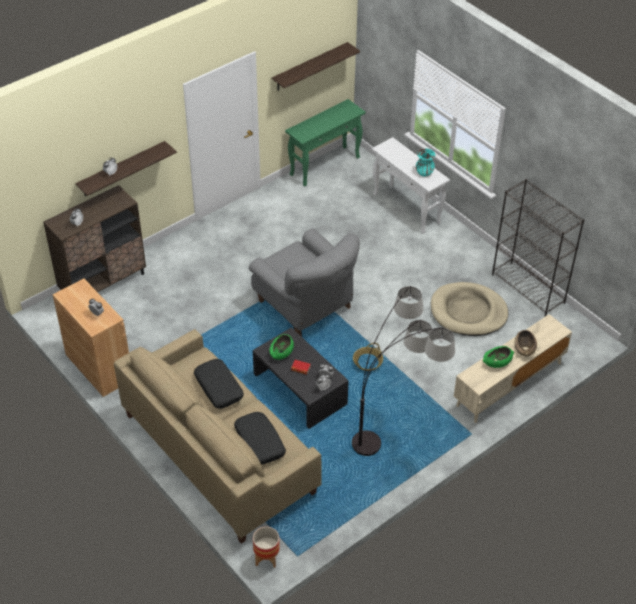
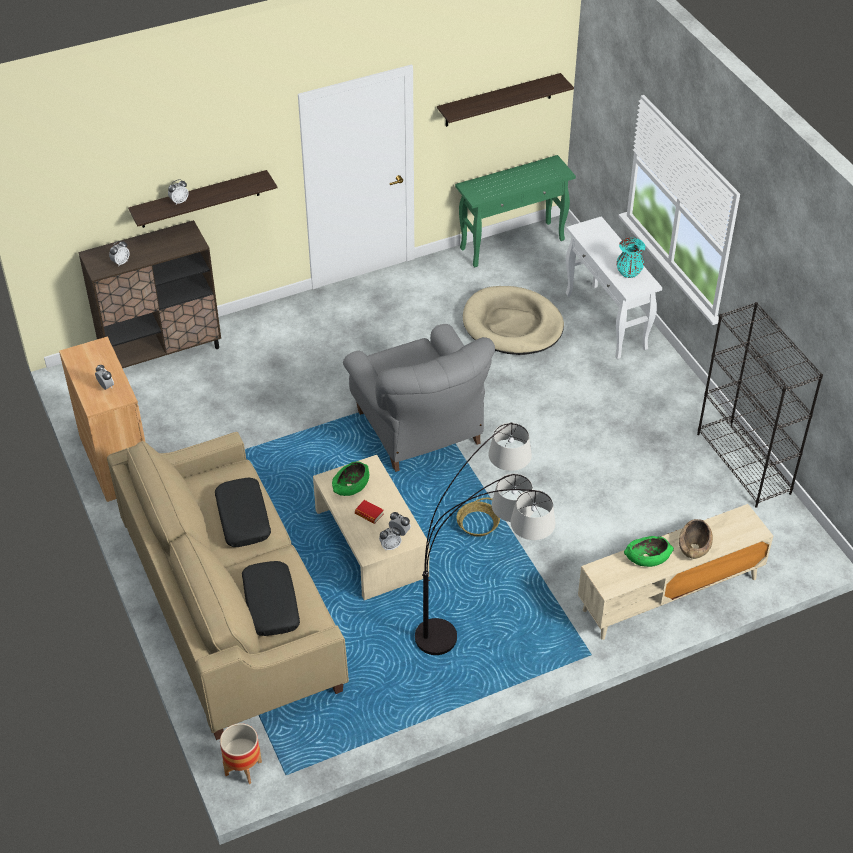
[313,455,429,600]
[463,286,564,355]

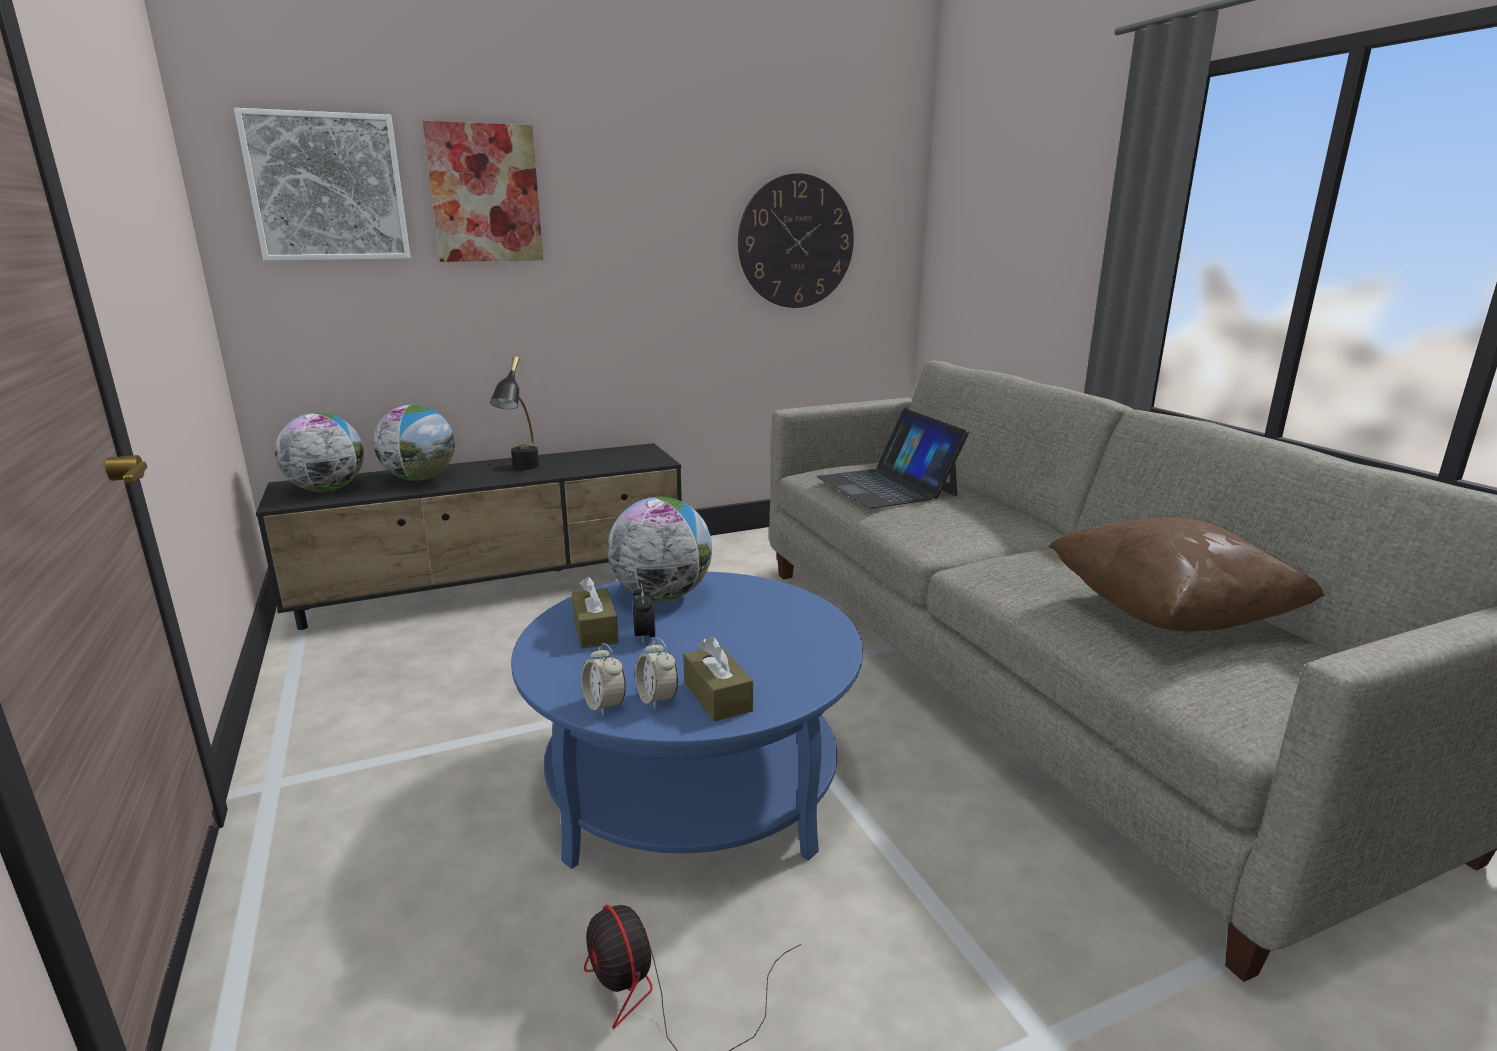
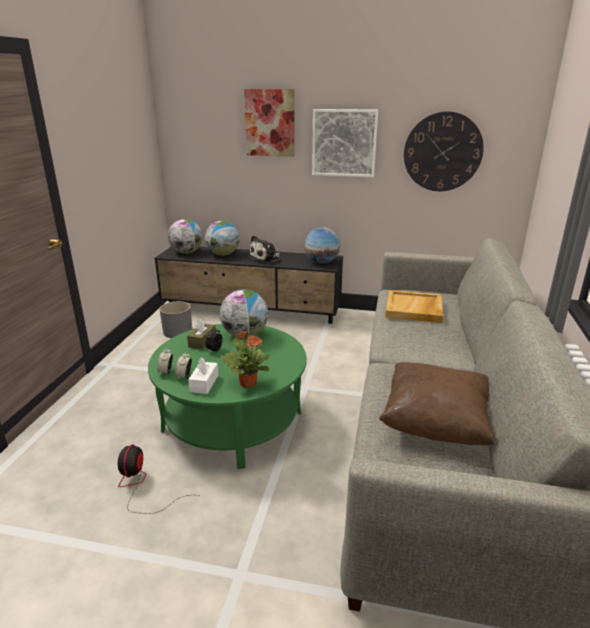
[312,109,378,177]
[248,235,280,263]
[148,324,307,469]
[188,358,218,394]
[385,290,443,323]
[160,301,192,338]
[221,331,272,388]
[304,227,340,264]

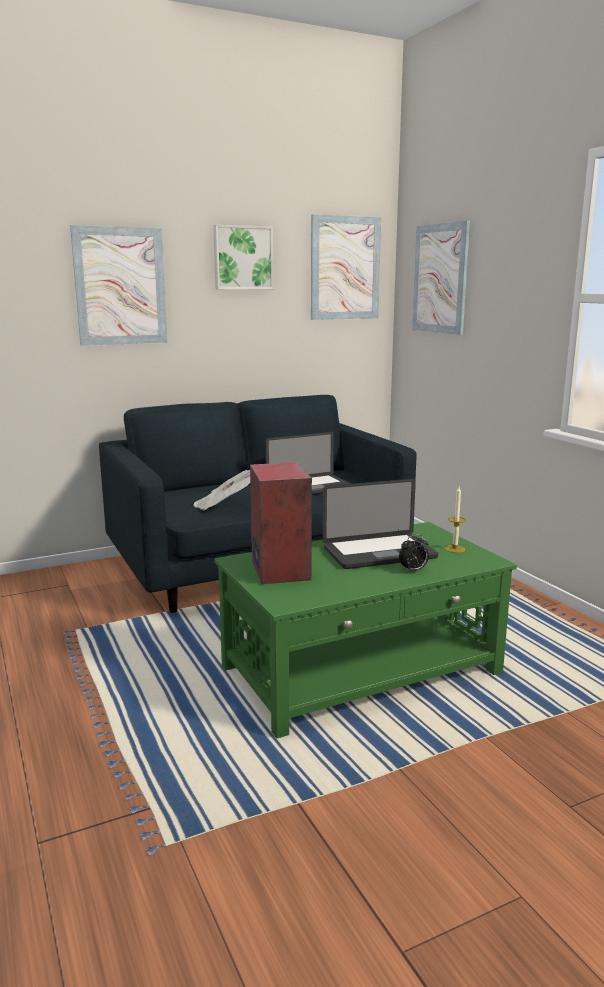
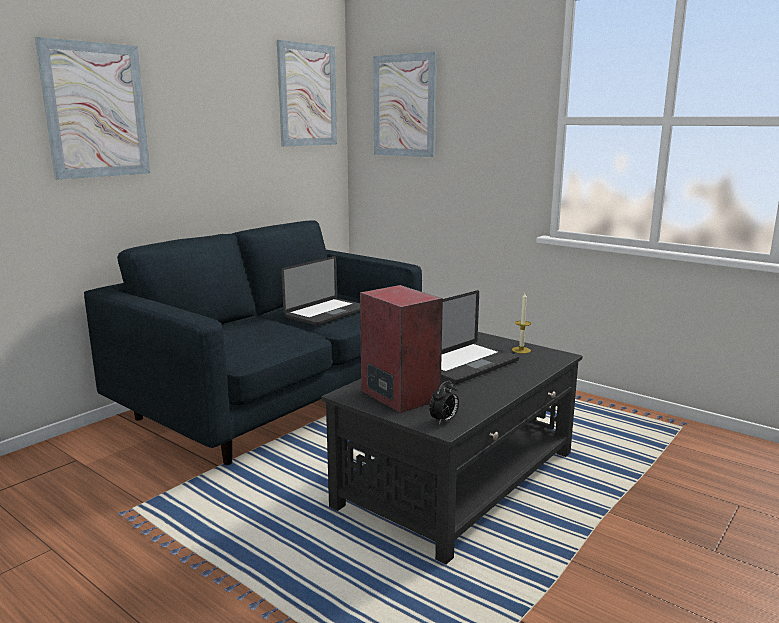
[193,470,250,510] (first image)
[213,225,274,289] (first image)
[321,332,582,565]
[429,381,459,424]

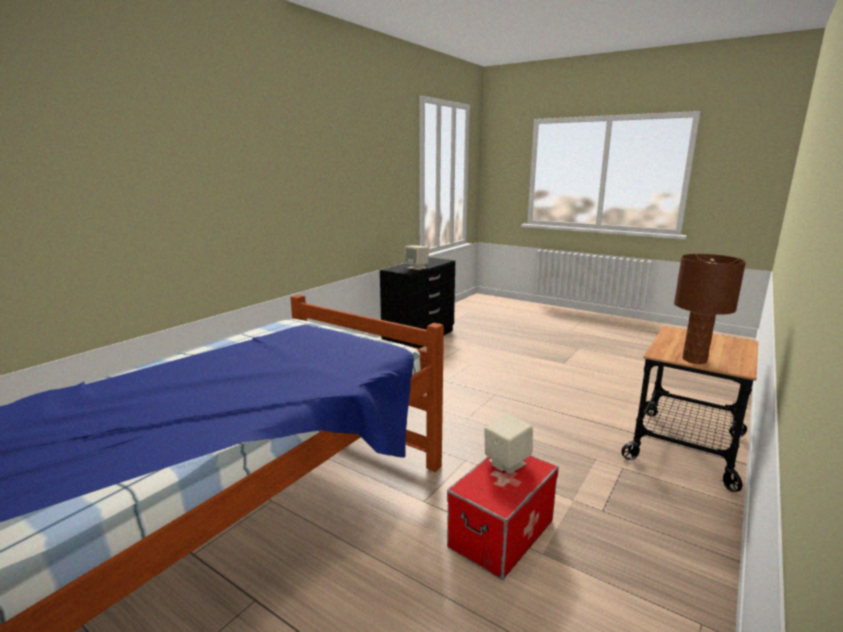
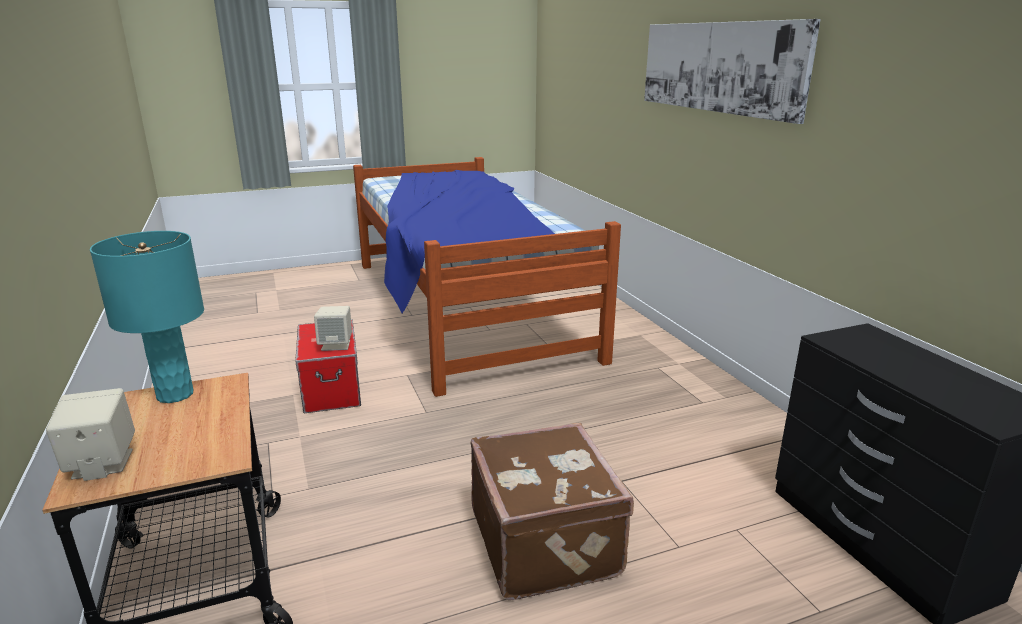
[46,388,135,481]
[90,231,204,403]
[471,423,634,600]
[644,19,821,124]

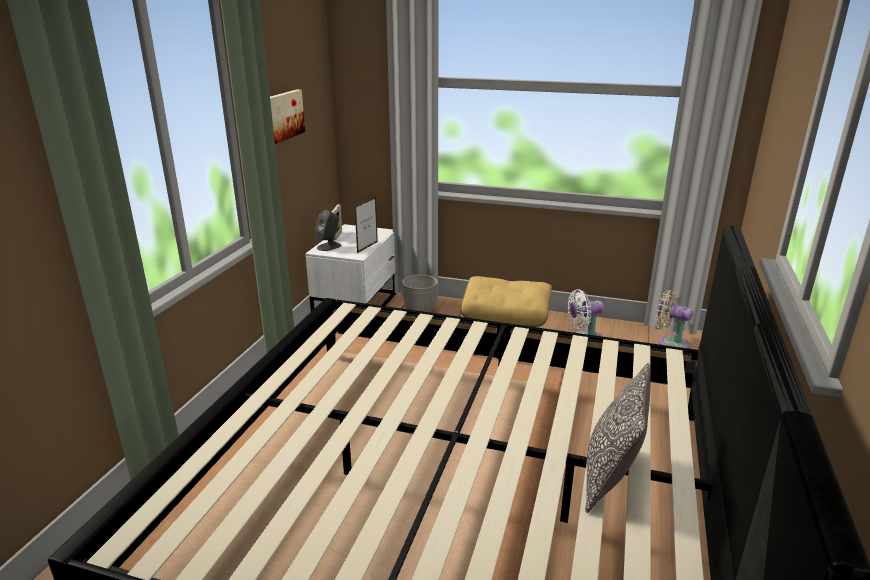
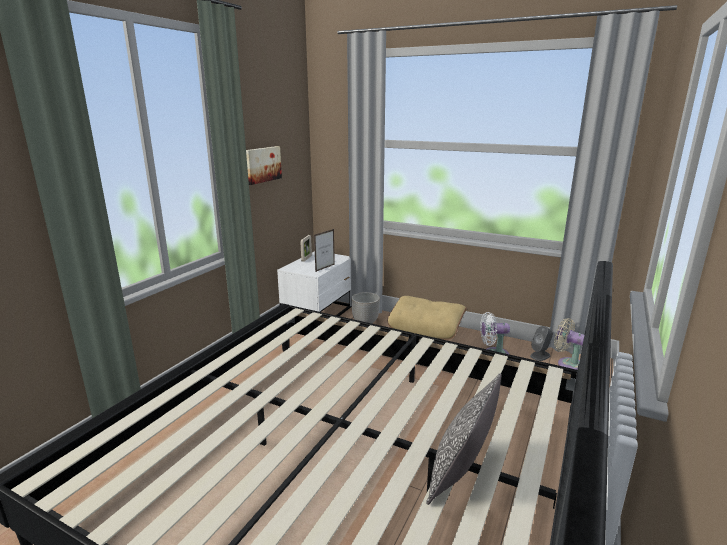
[530,326,553,361]

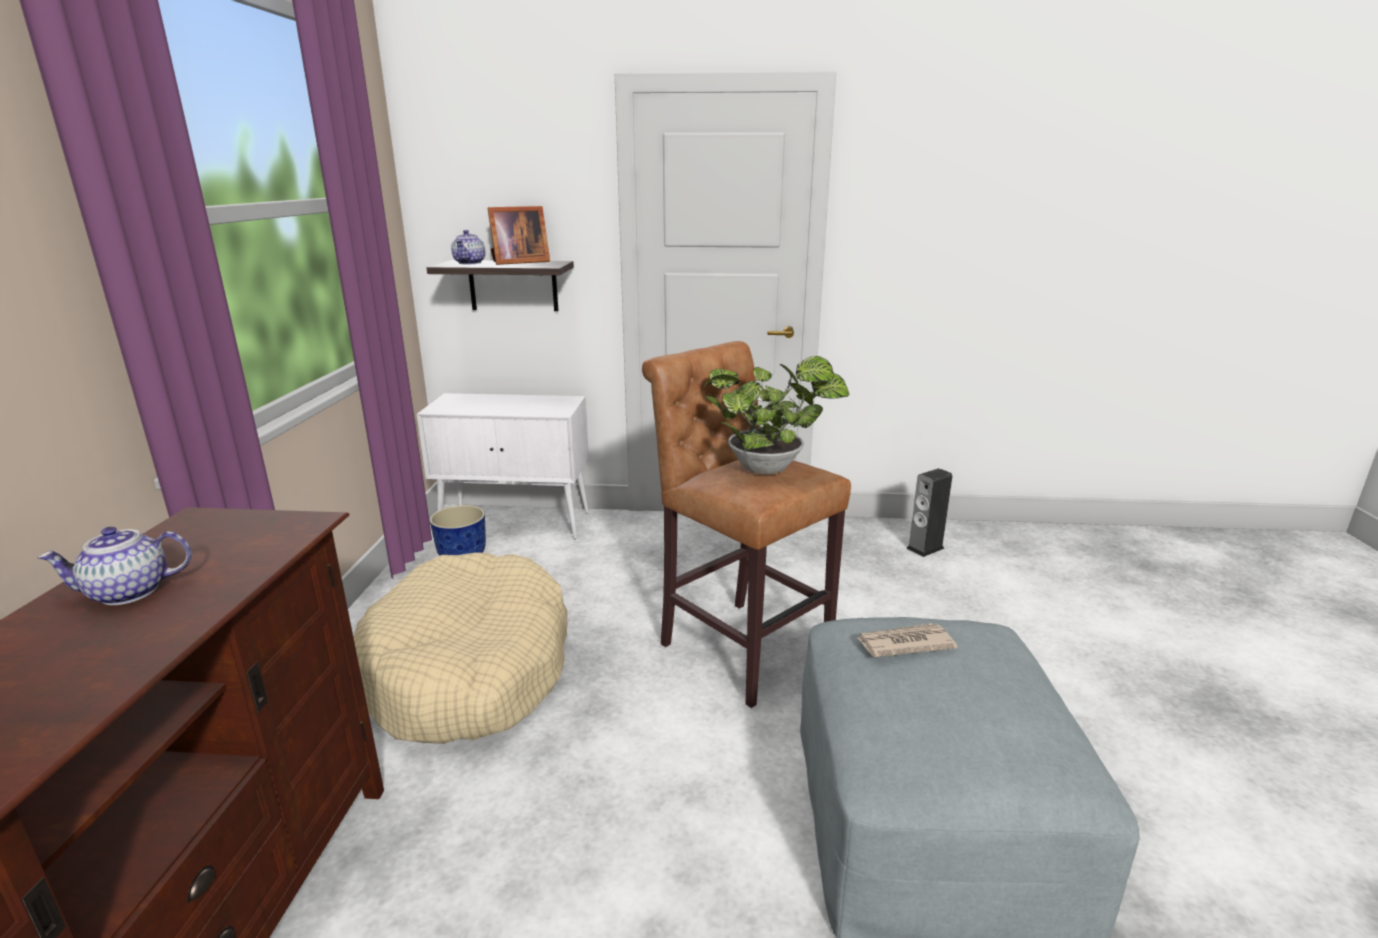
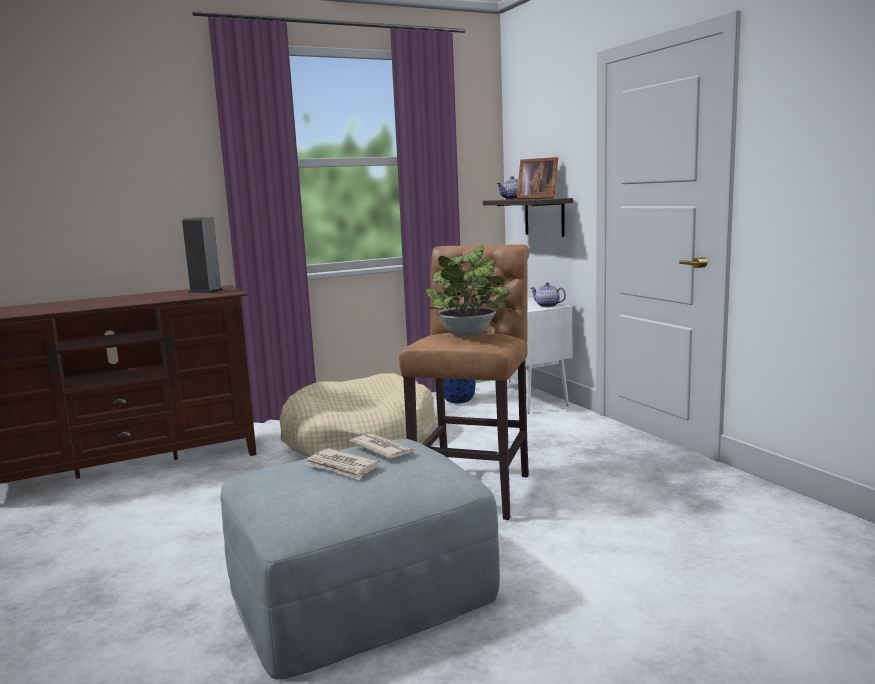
[530,282,566,307]
[182,217,224,294]
[305,448,380,480]

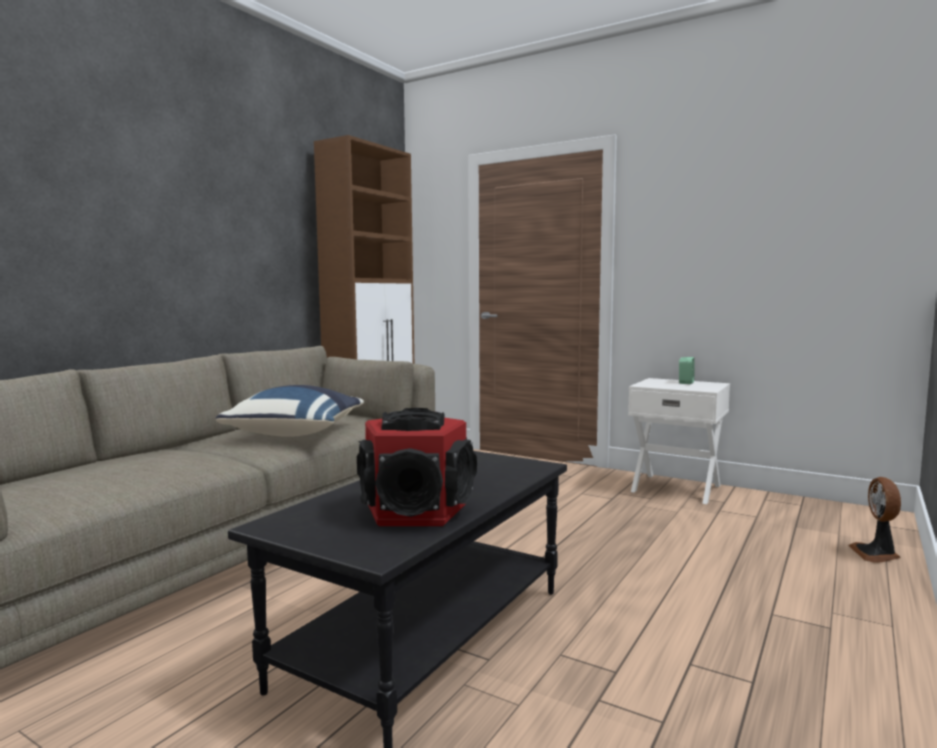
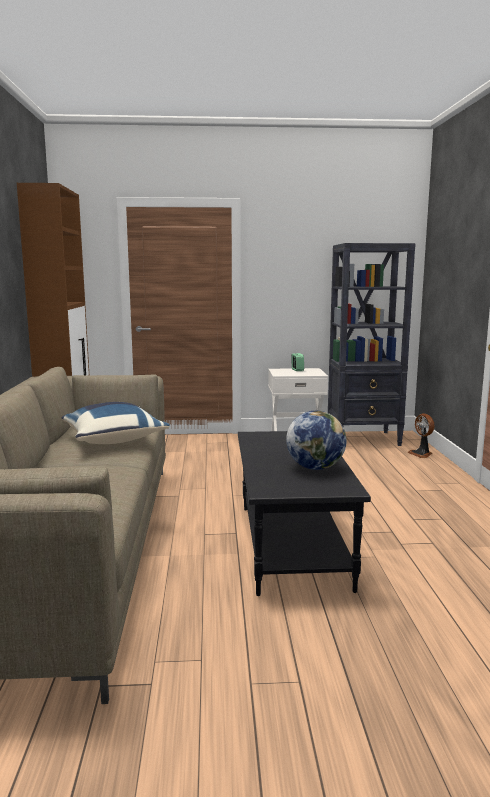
[286,411,347,470]
[328,243,416,446]

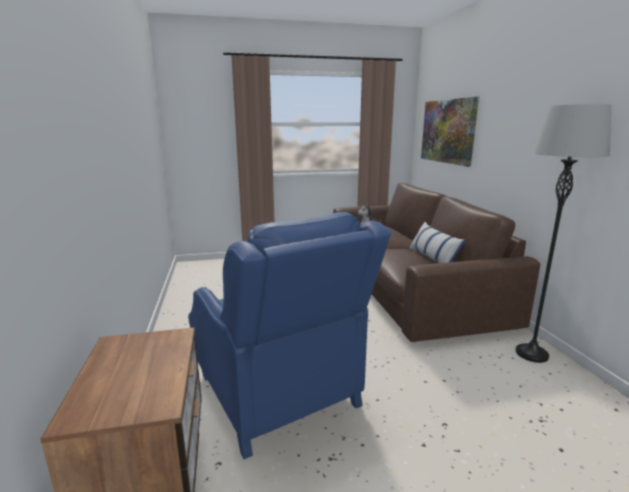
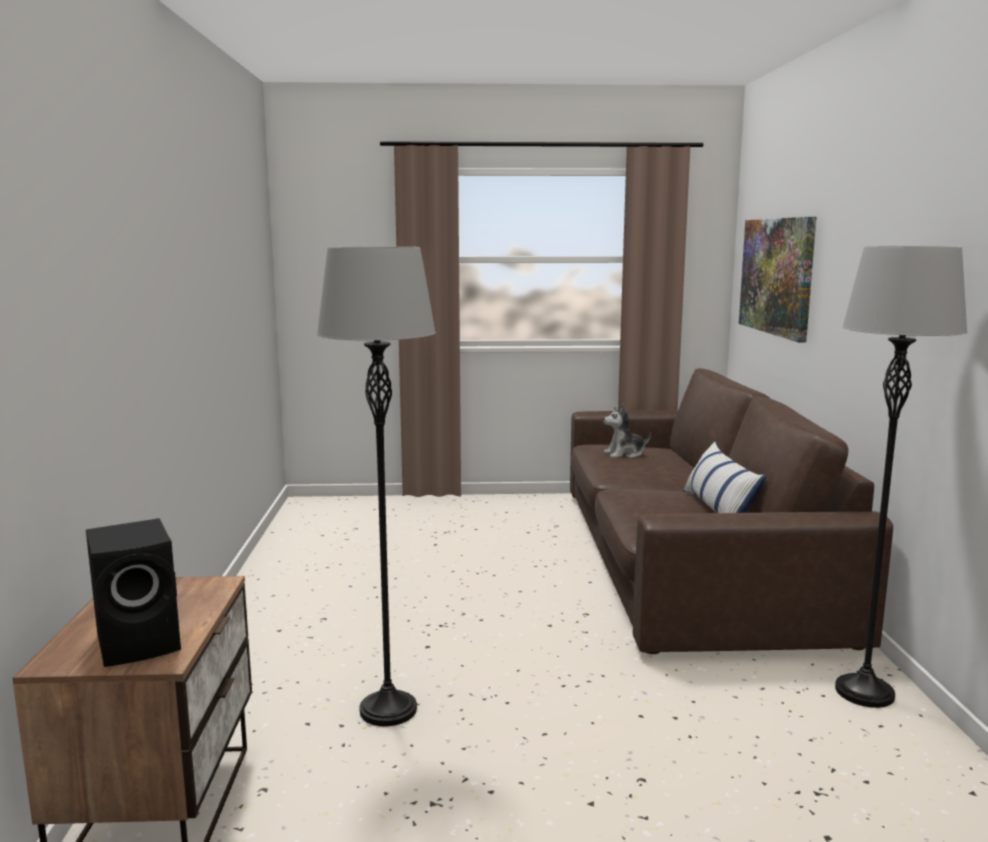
[317,247,436,726]
[86,518,181,667]

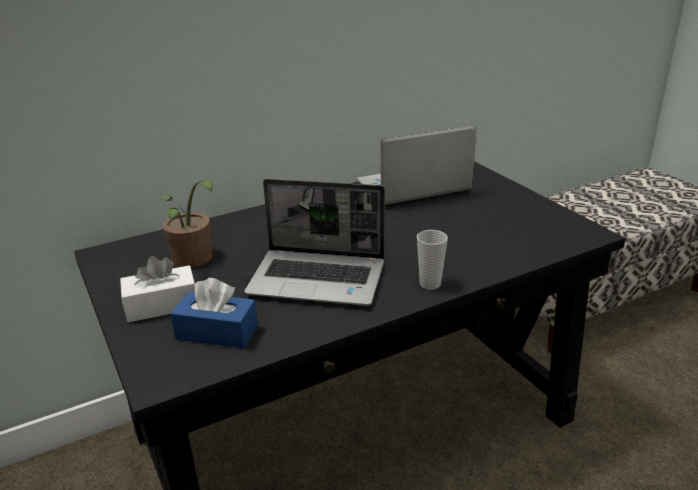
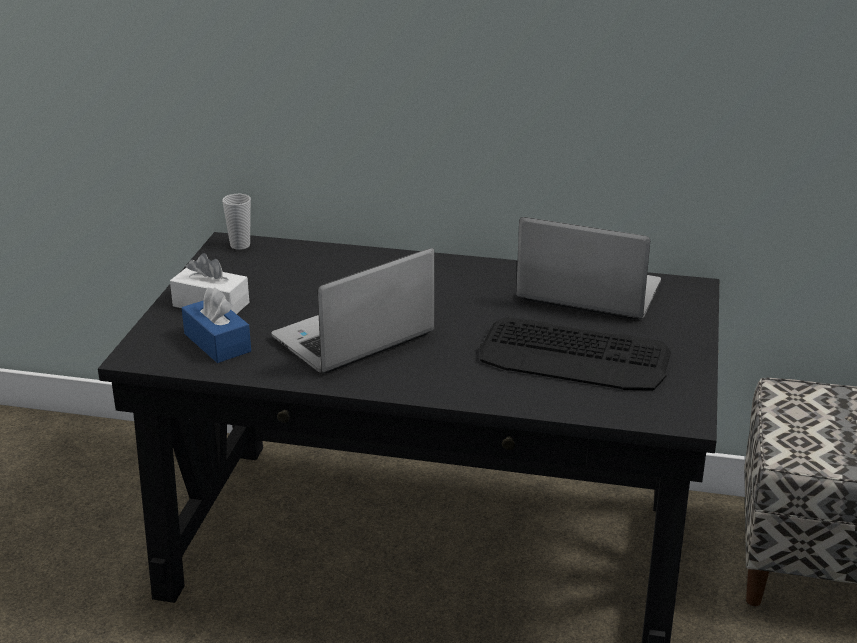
[160,180,213,268] (first image)
[271,248,435,374]
[222,194,251,250]
[480,317,671,391]

